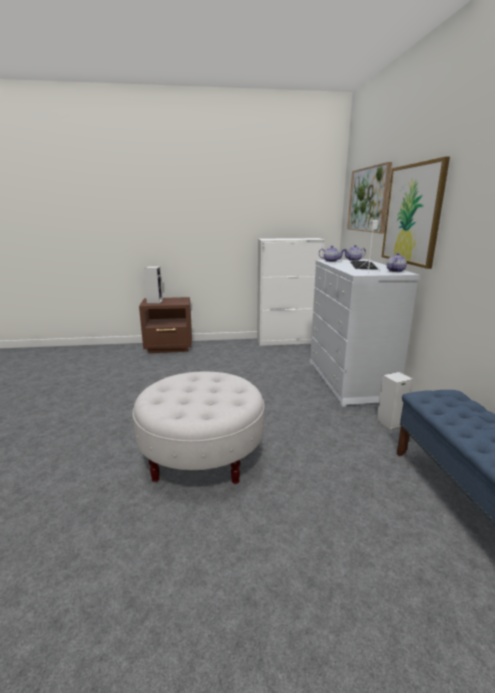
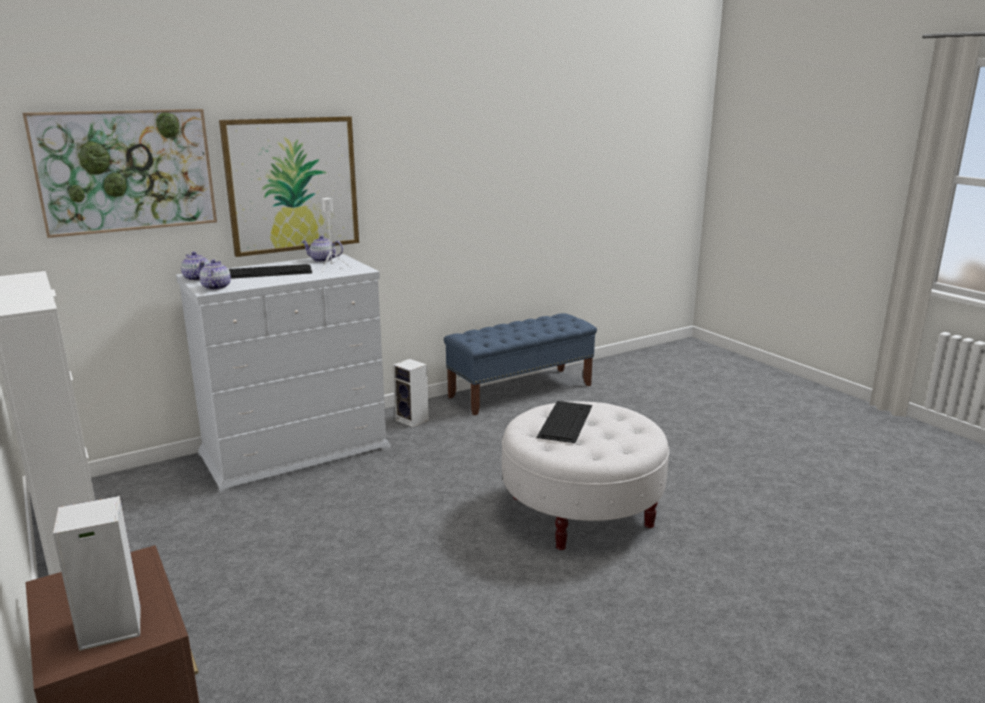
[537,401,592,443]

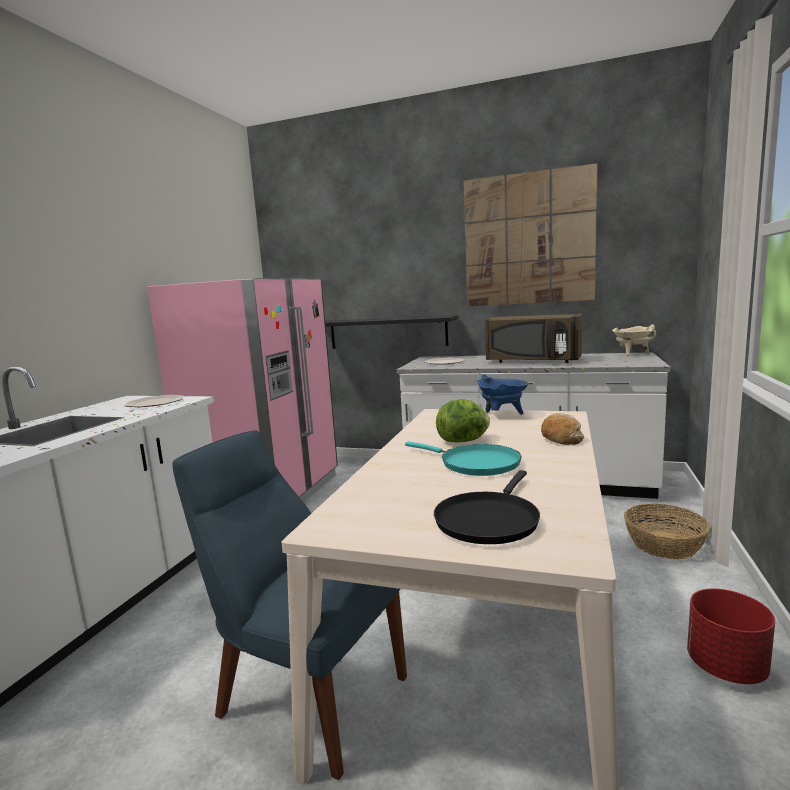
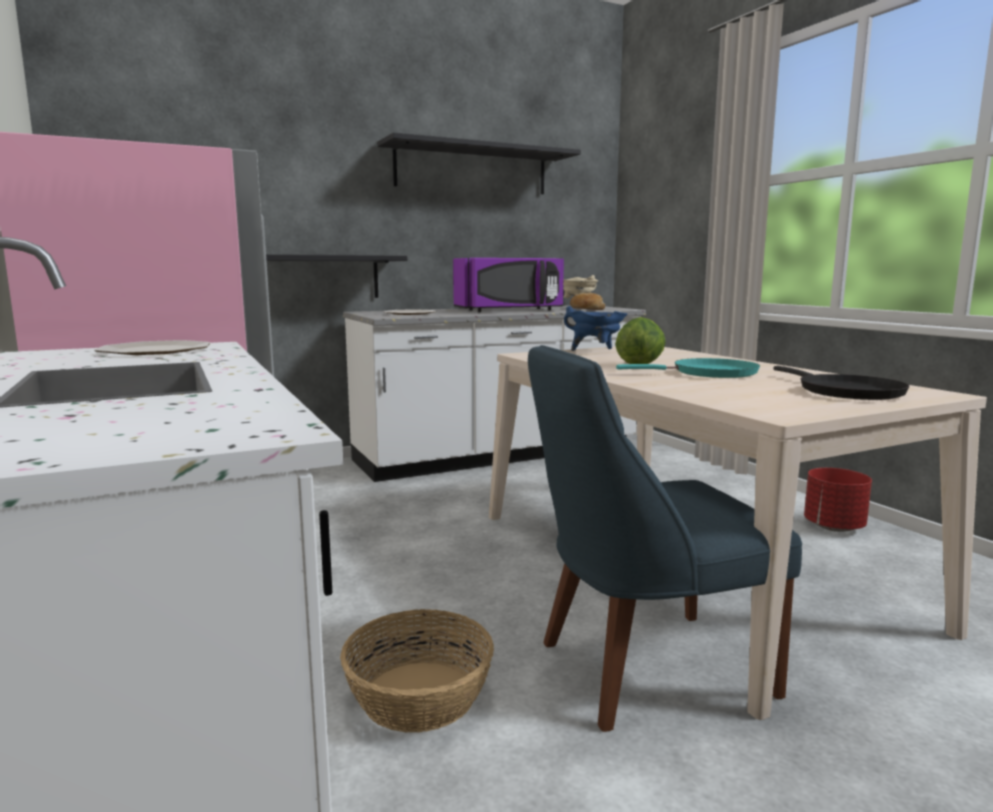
[377,132,581,194]
[453,258,564,312]
[570,293,605,310]
[340,609,494,732]

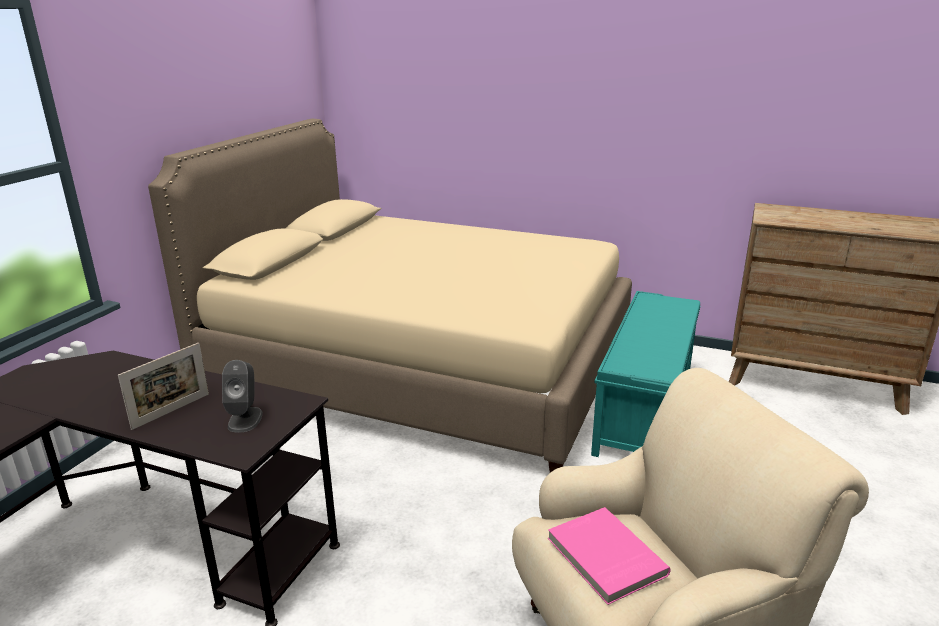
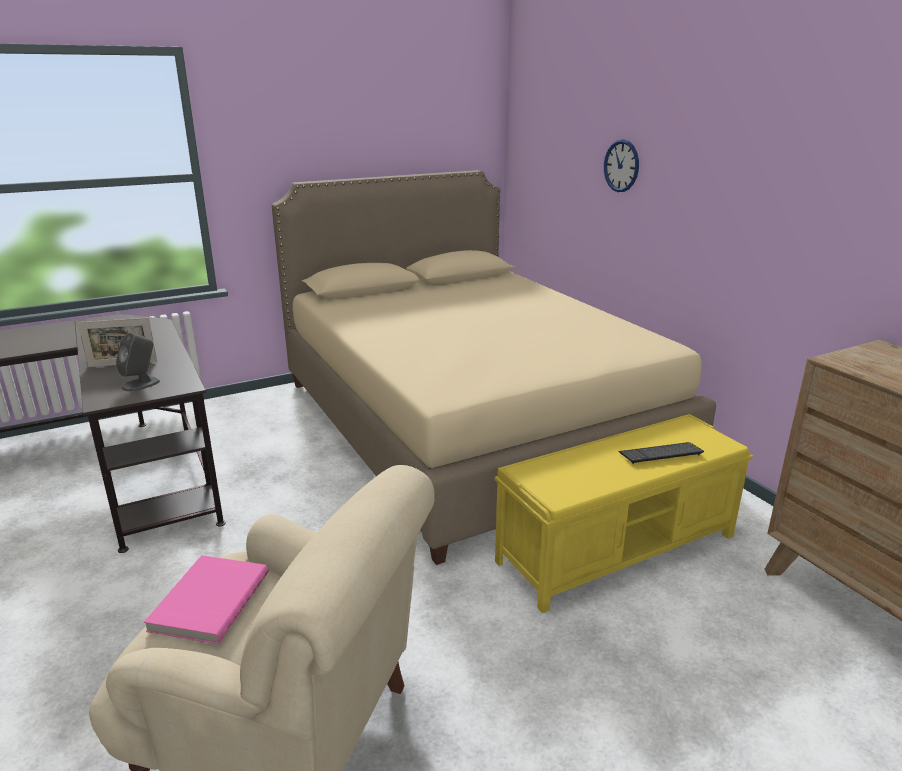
[494,414,753,613]
[604,139,639,192]
[618,442,704,464]

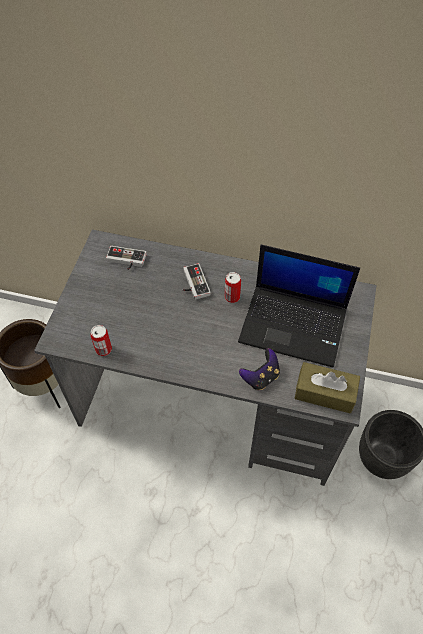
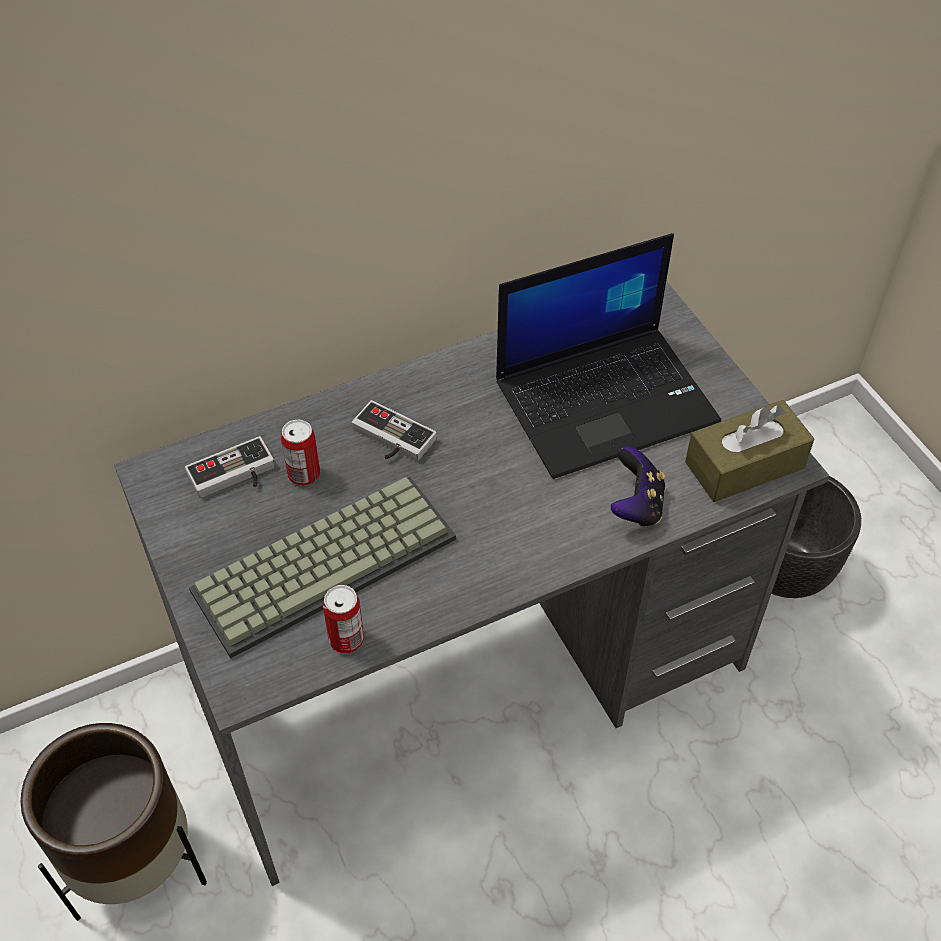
[281,419,320,486]
[189,477,456,658]

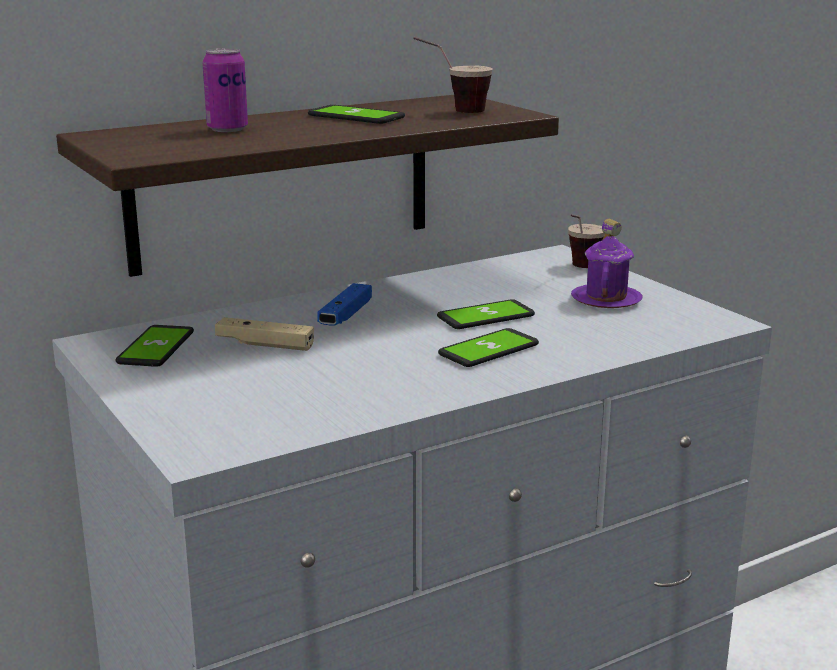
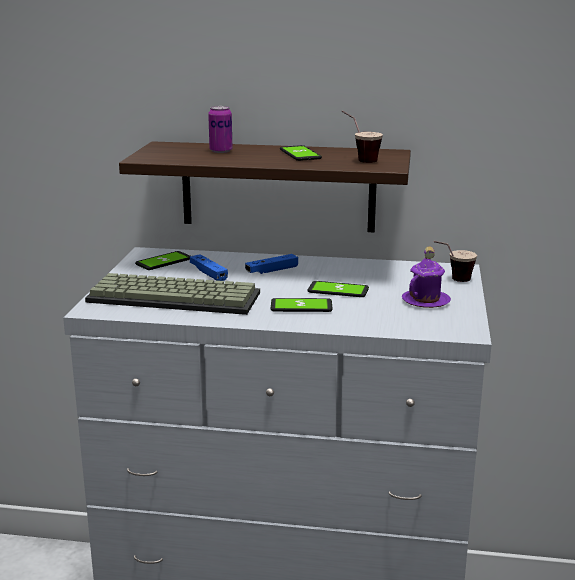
[190,254,228,281]
[85,273,260,315]

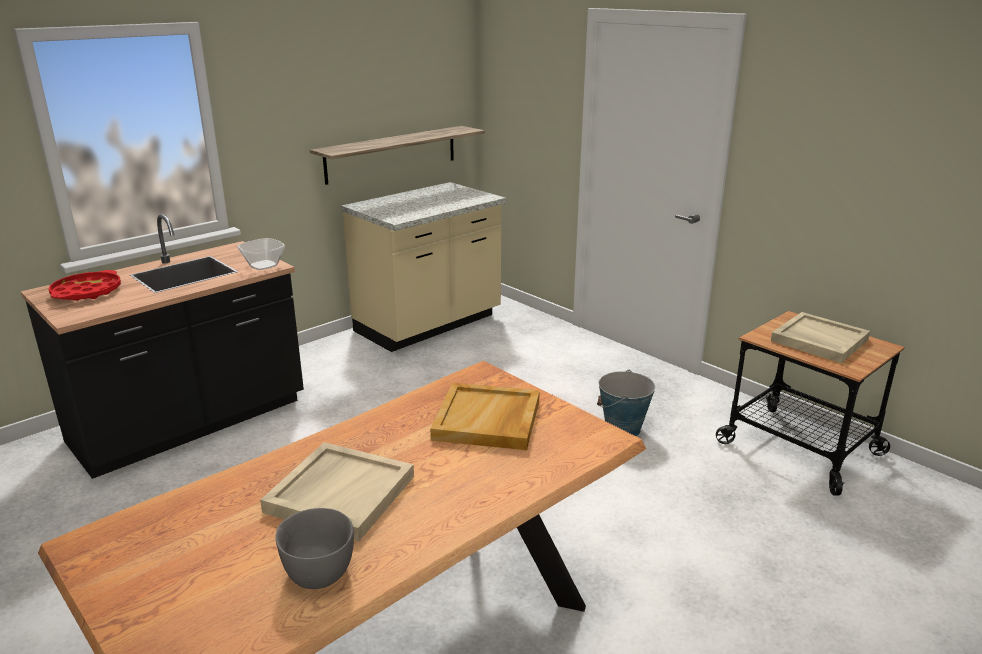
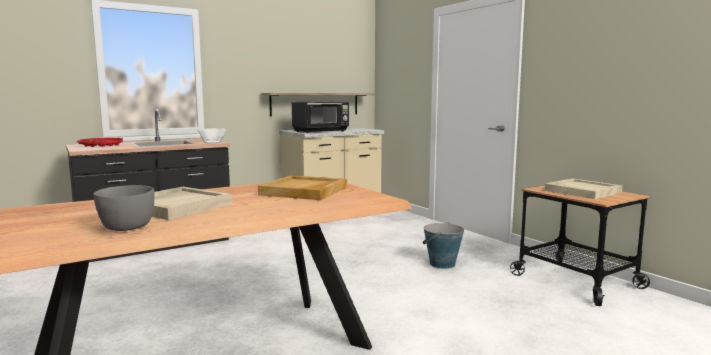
[292,102,349,133]

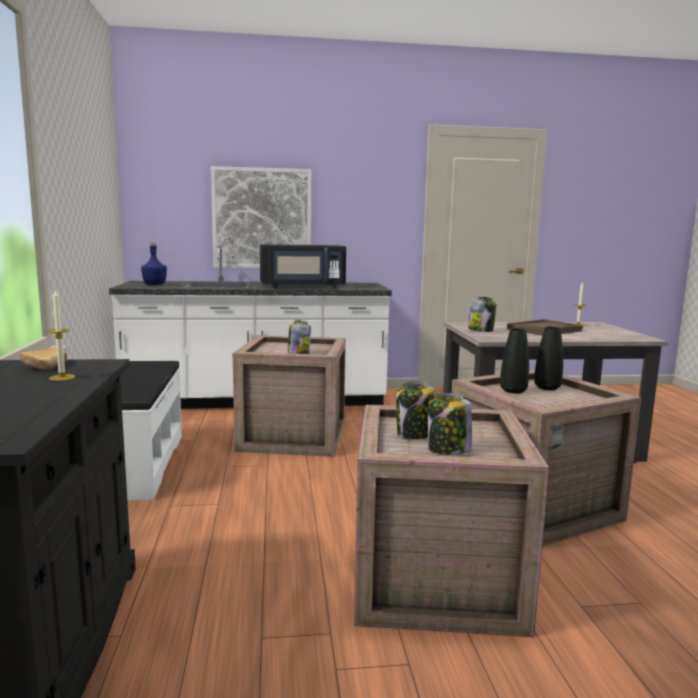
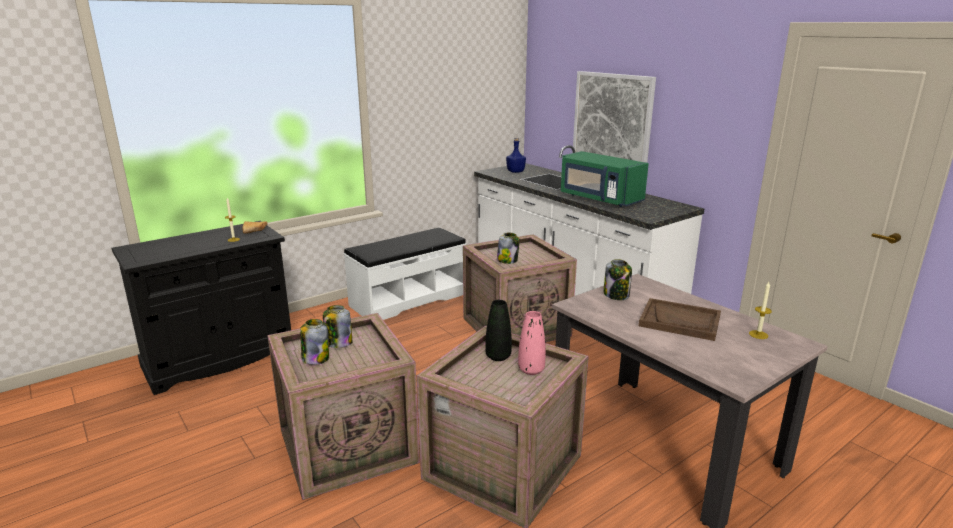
[561,151,649,207]
[518,311,546,375]

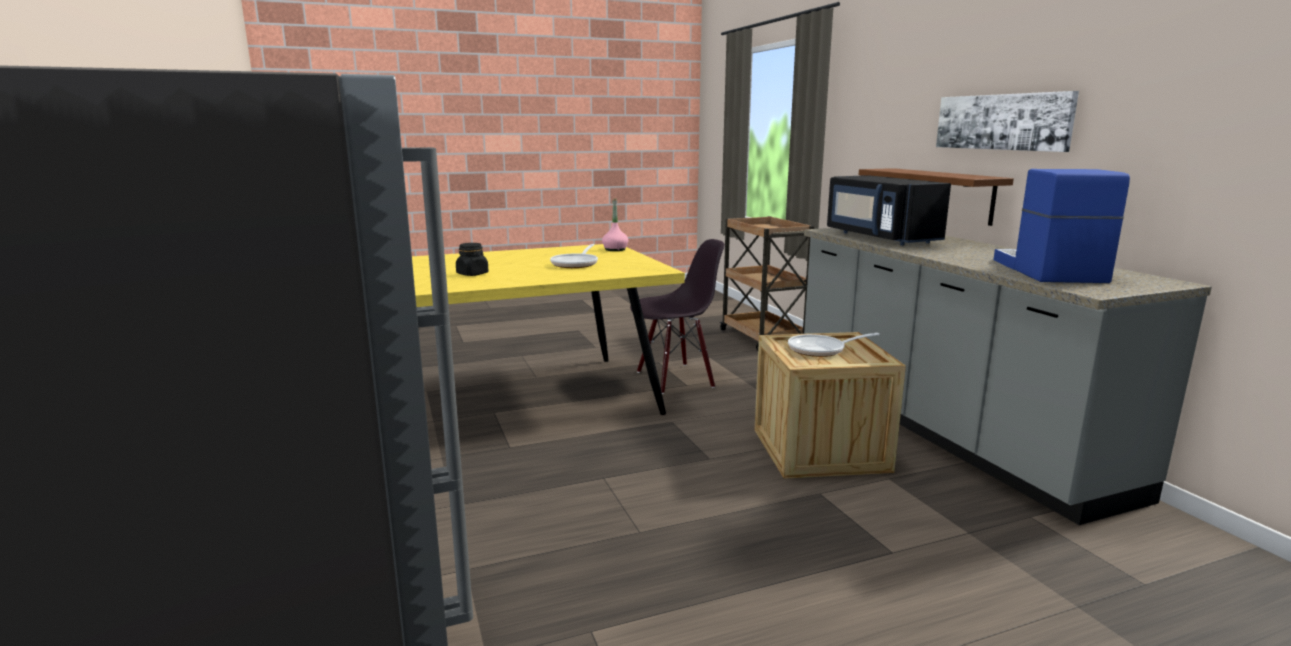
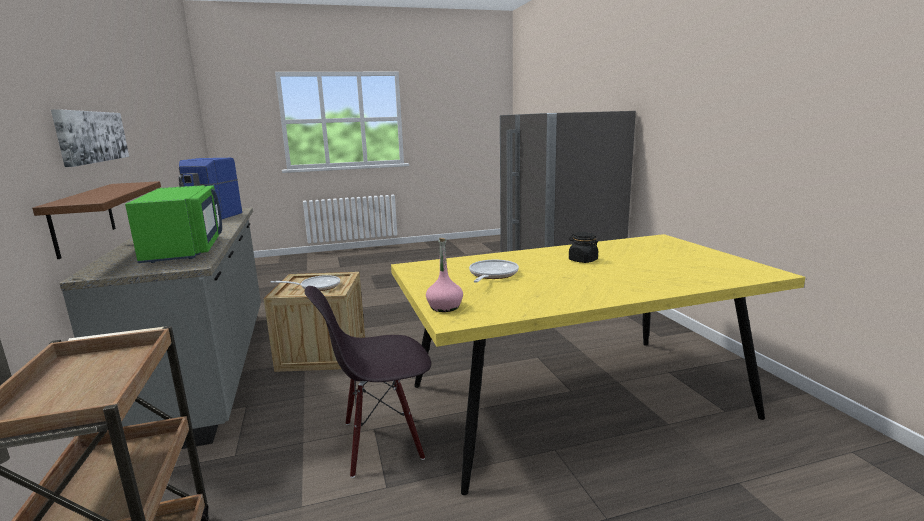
[125,185,222,263]

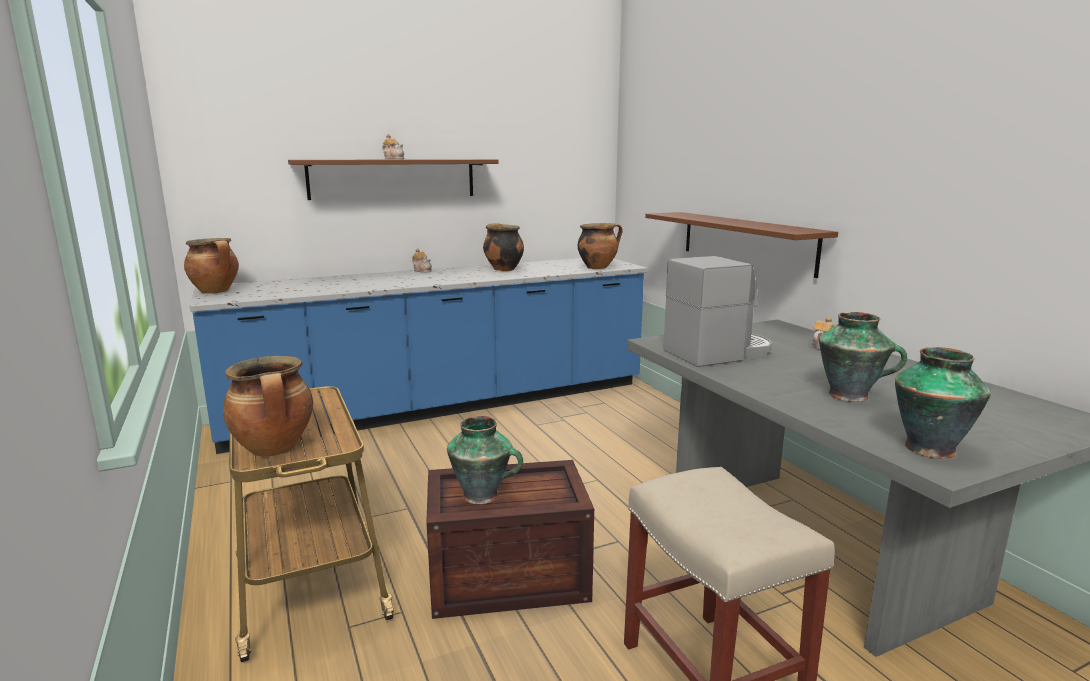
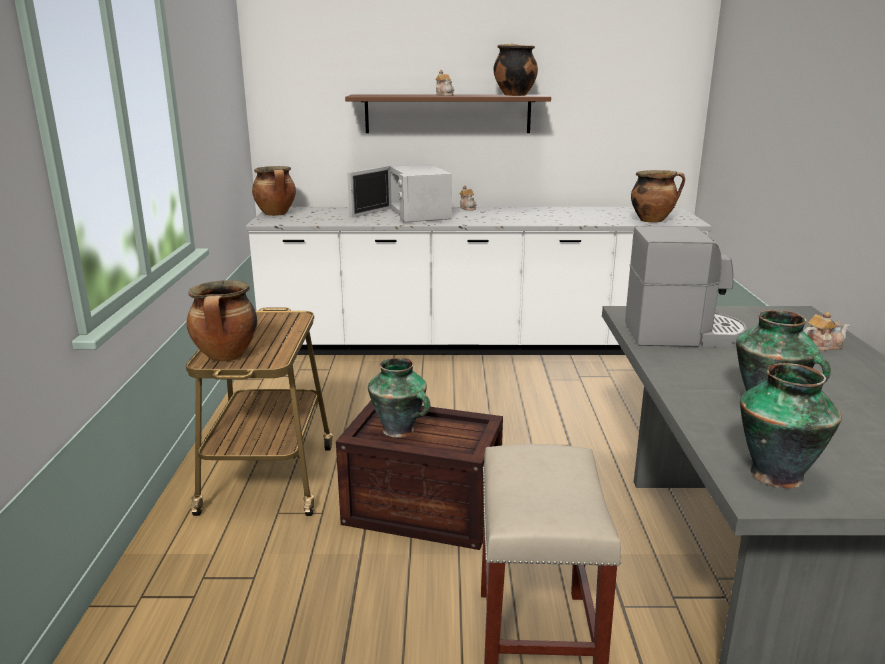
[245,207,712,355]
[493,44,538,96]
[645,212,838,278] (first image)
[347,164,452,222]

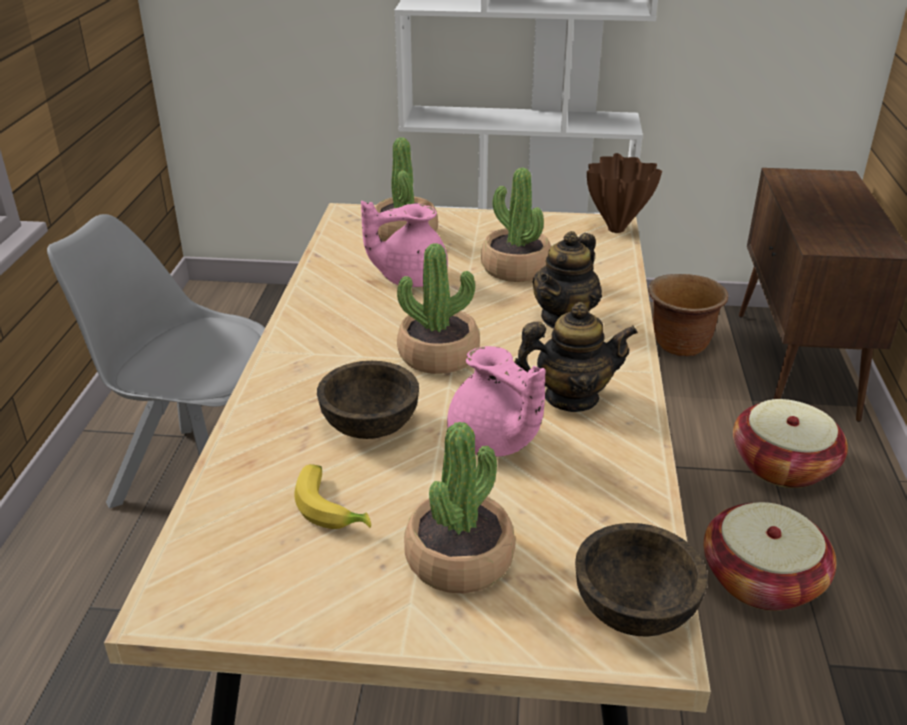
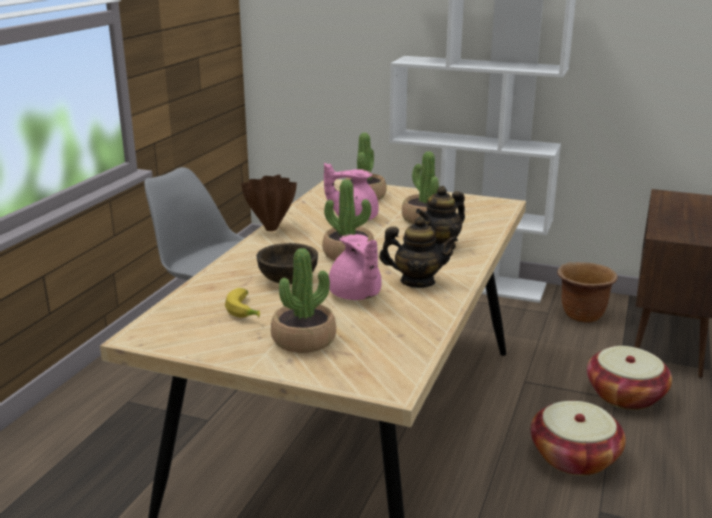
[575,523,708,637] (first image)
[241,175,297,231]

